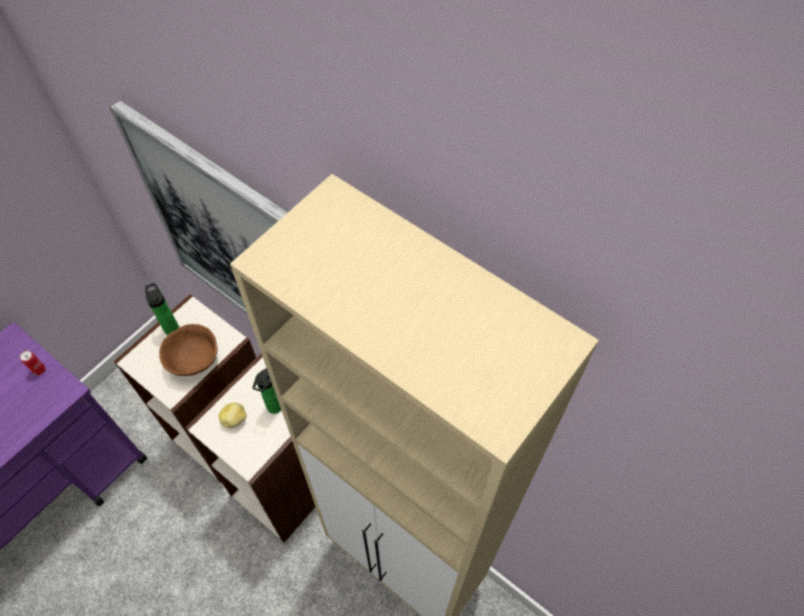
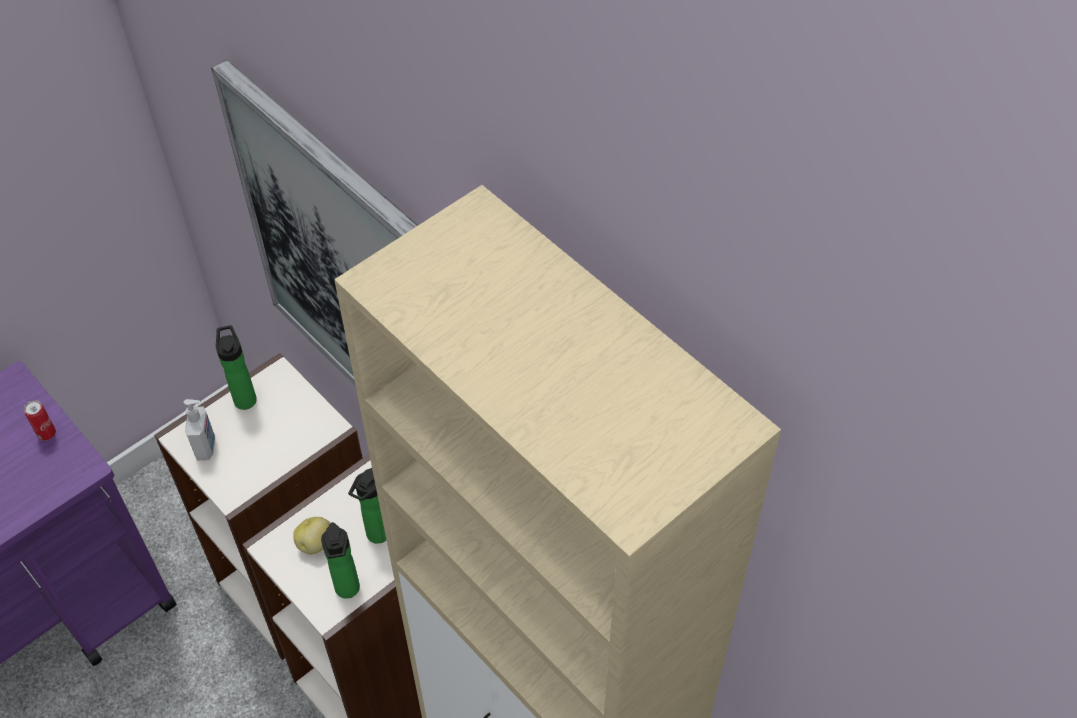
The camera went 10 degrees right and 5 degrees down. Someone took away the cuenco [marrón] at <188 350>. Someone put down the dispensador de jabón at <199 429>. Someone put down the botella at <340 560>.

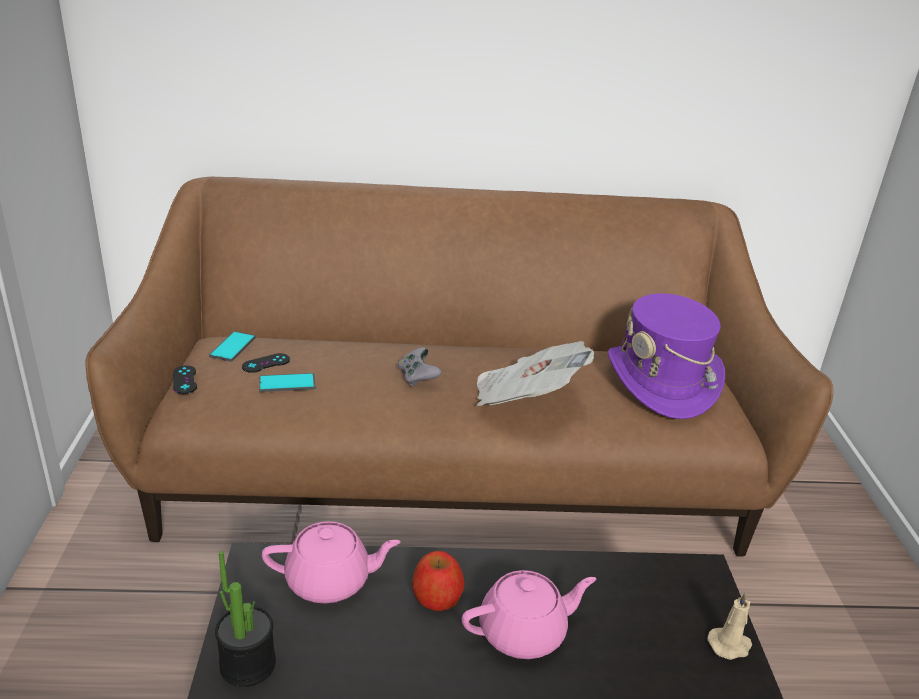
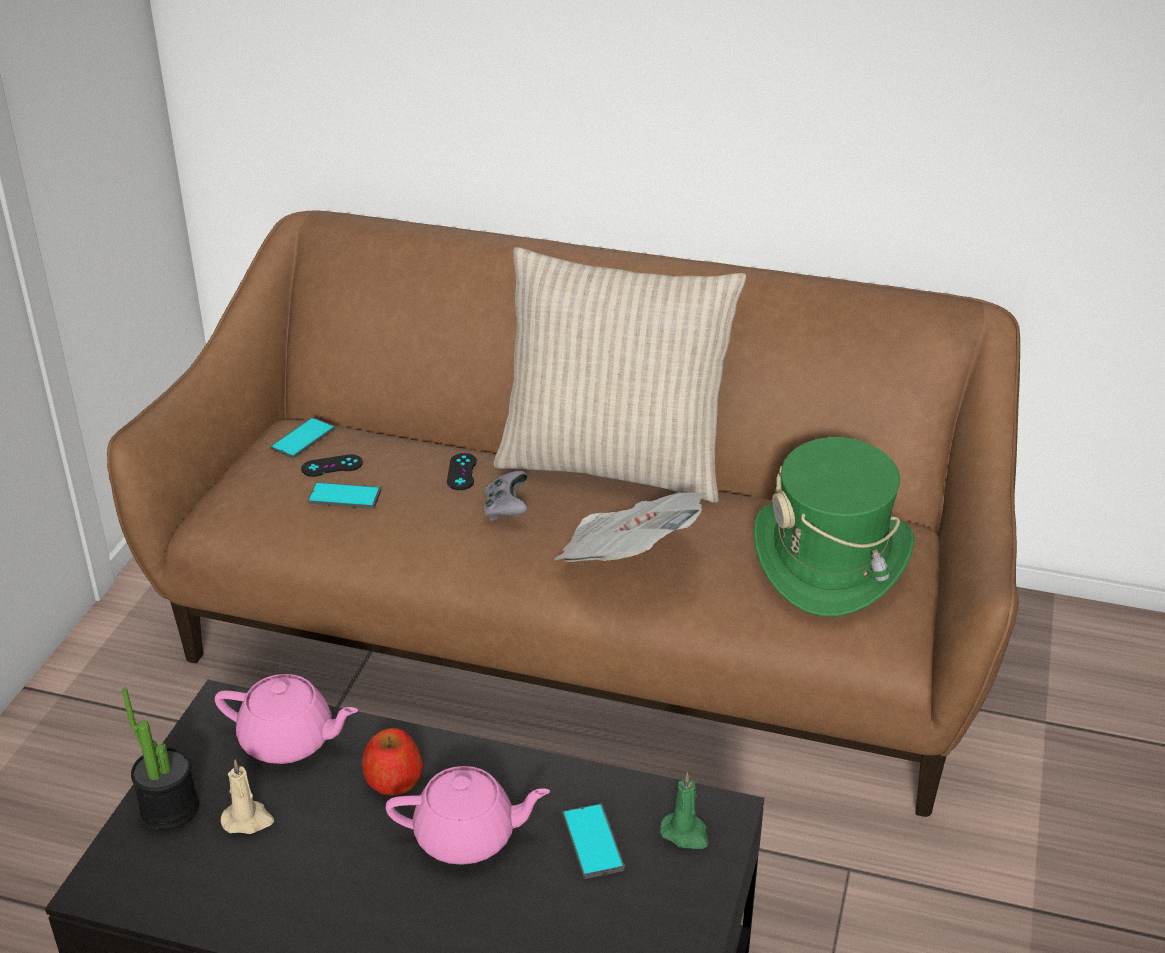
The camera went 20 degrees right and 5 degrees up. Someone carried the mando de consola [negro] from <185 379> to <462 471>. Someone repainted the sombrero [morado] at <666 356>, which became the sombrero [verde] at <833 527>. Someone carried the vela [beis] from <729 626> to <247 797>. Someone put down the cojín [beis] at <619 375>. Someone put down the móvil at <593 841>. Someone put down the vela [verde] at <684 810>.

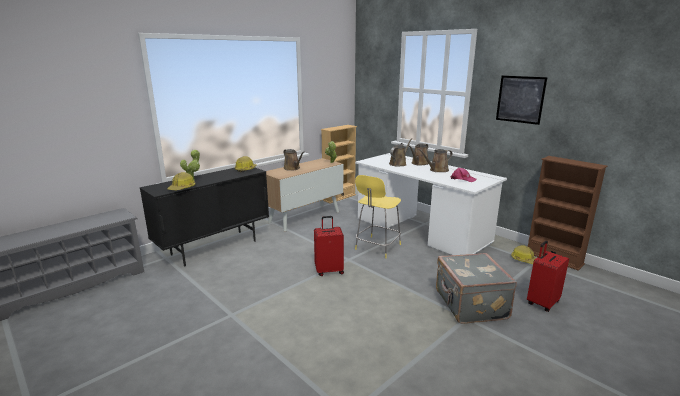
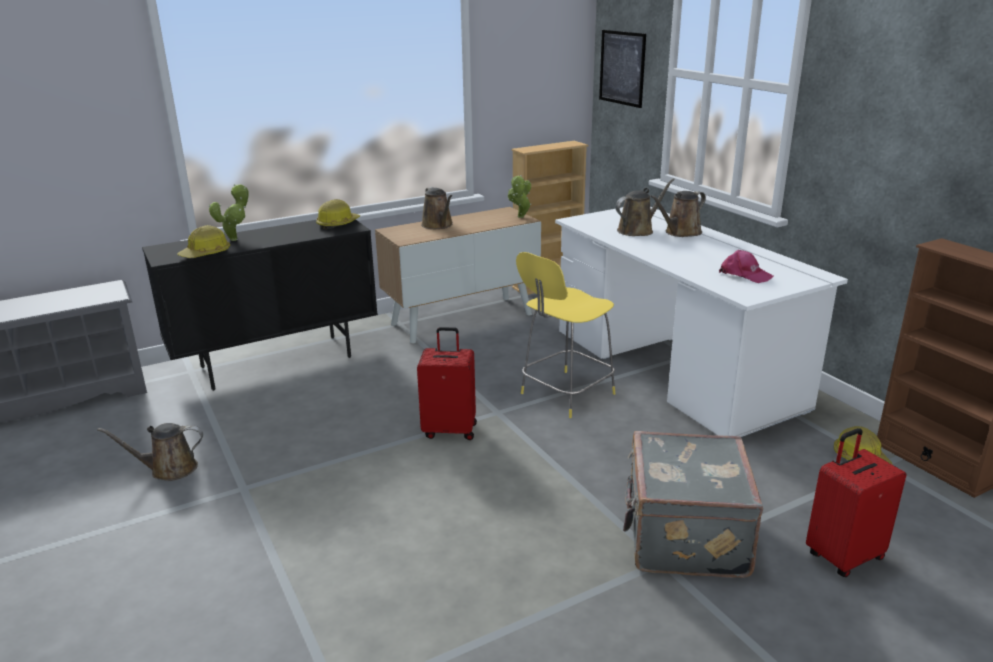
The camera went 15 degrees right and 5 degrees up. Someone carried the regadera [marrón] from <435 160> to <150 452>. Someone carried the cuadro from <521 100> to <622 69>.

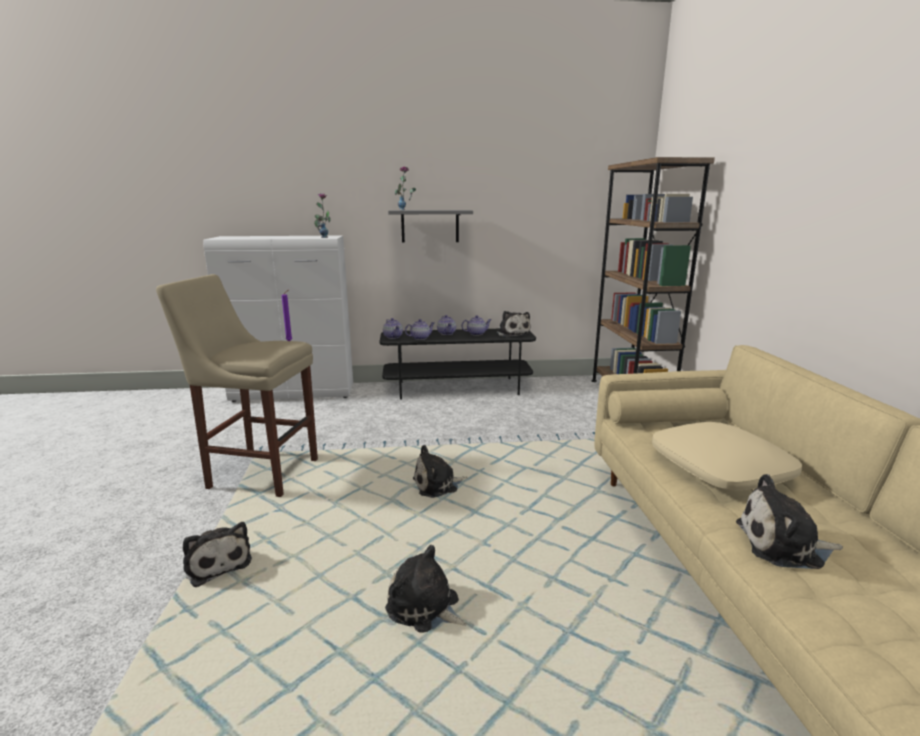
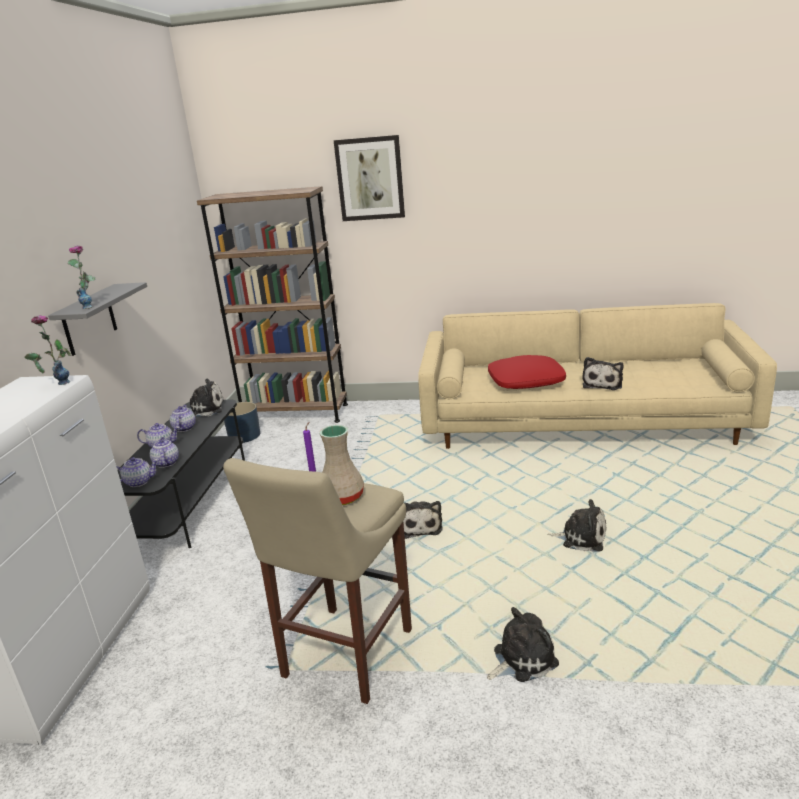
The camera went 75 degrees left and 5 degrees up. Someone rotated the peluche at <425 589> by 120 degrees counterclockwise. Someone repainted the cojín [beis] at <727 456>, which became the cojín [rojo] at <527 372>. Someone put down the maceta [azul] at <242 422>. Someone put down the florero [beis] at <341 465>. Someone put up the cuadro at <369 178>.

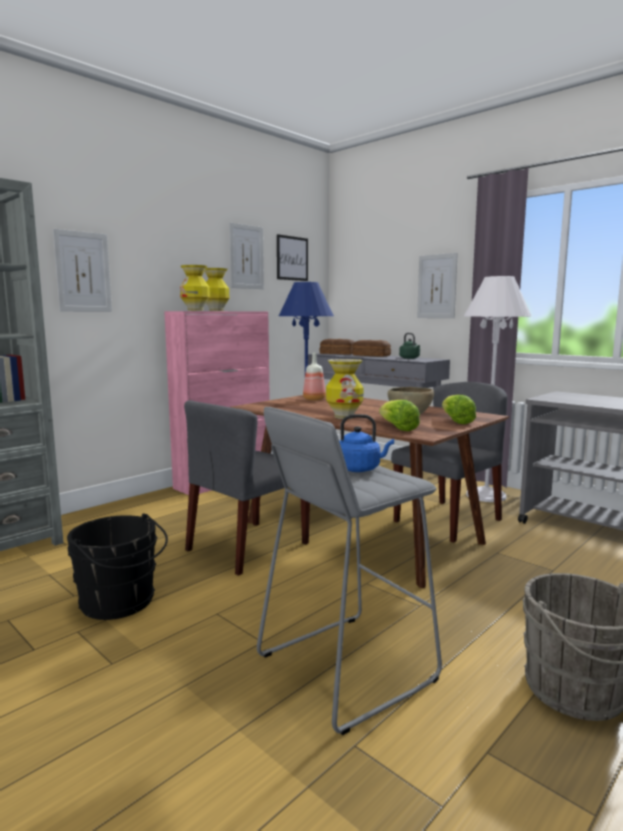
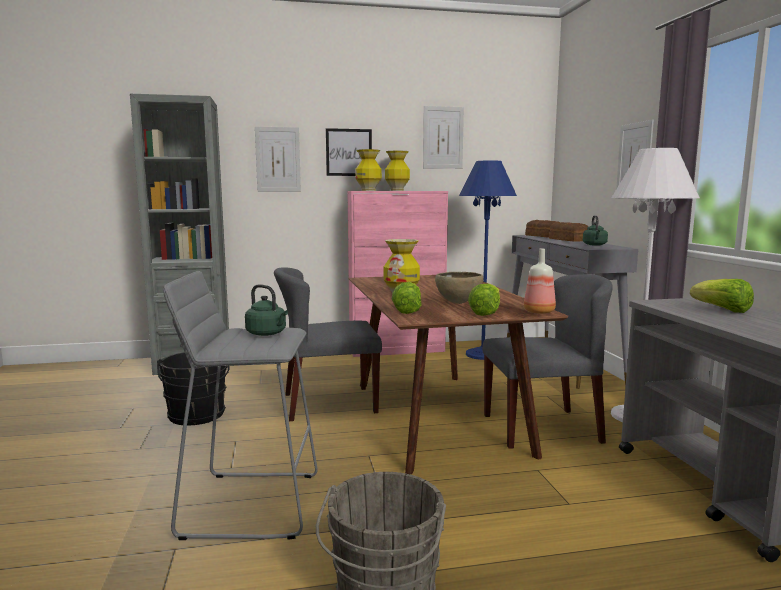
The camera went 35 degrees right and 0 degrees up. Someone carried the cuadro from <292 257> to <349 152>. Someone carried the botella from <314 377> to <540 281>. Someone repainted the hervidor [azul] at <366 443>, which became the hervidor [verde] at <266 310>. Someone put down the lechuga at <722 296>.

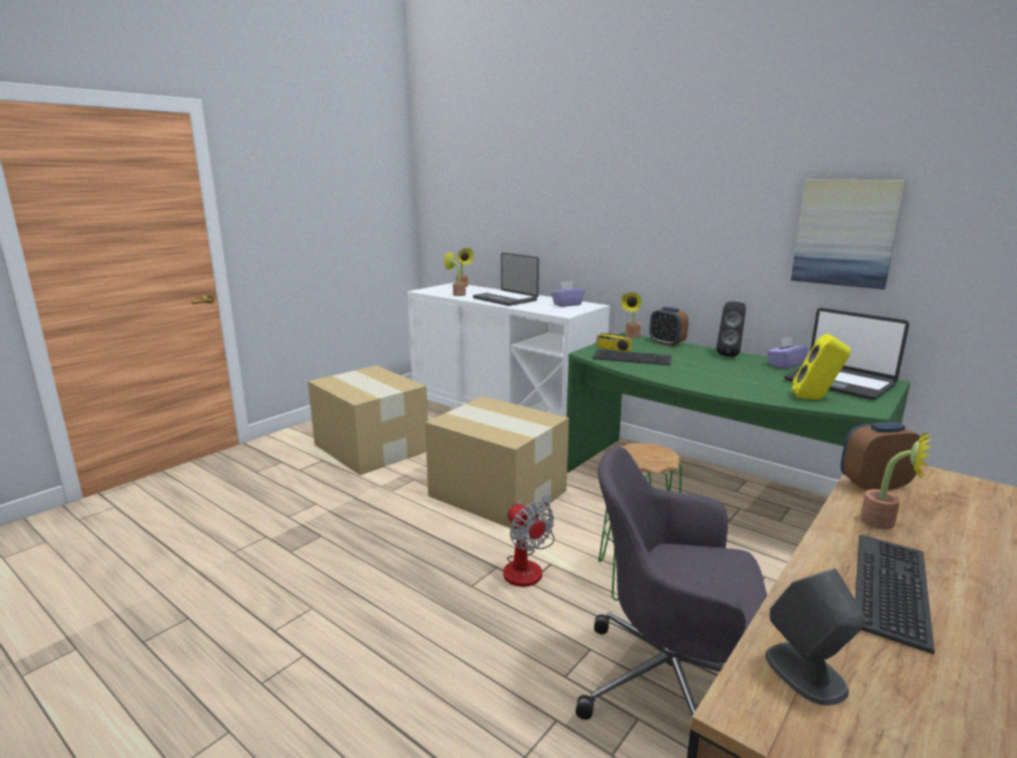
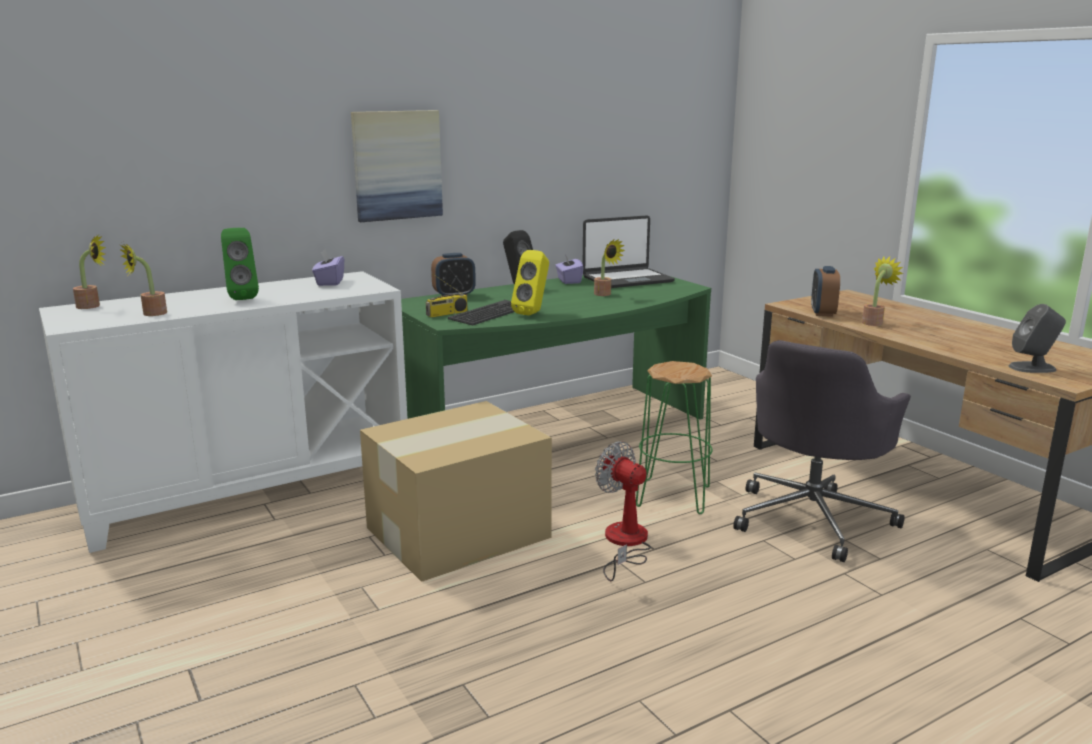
The camera went 70 degrees left and 0 degrees up. Someone took away the caja de cartón at <368 420>. Someone swapped the portátil at <506 279> for the altavoz [verde] at <240 264>. Someone rotated the ventilador at <529 541> by 120 degrees counterclockwise. Someone carried the planta en maceta from <631 314> to <609 267>. Someone carried the cuadro from <848 234> to <397 166>. Someone carried the altavoz [amarillo] from <821 367> to <530 282>. Someone took away the teclado at <895 594>.

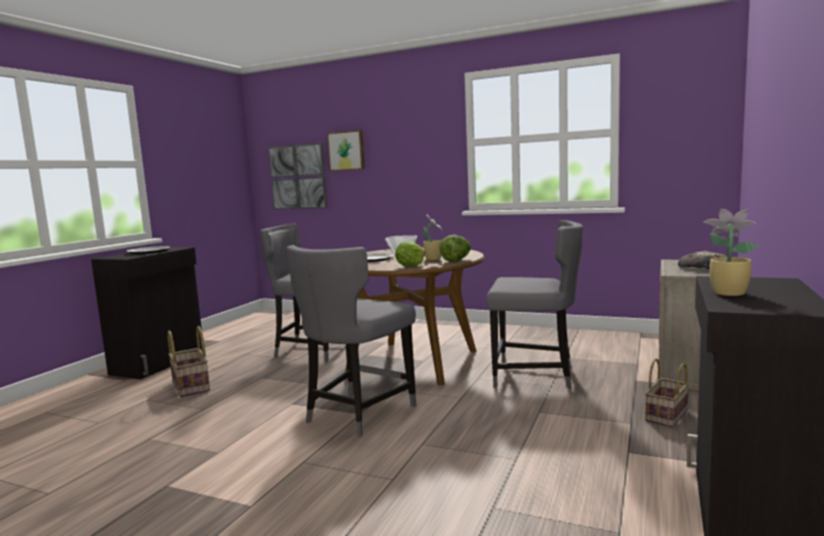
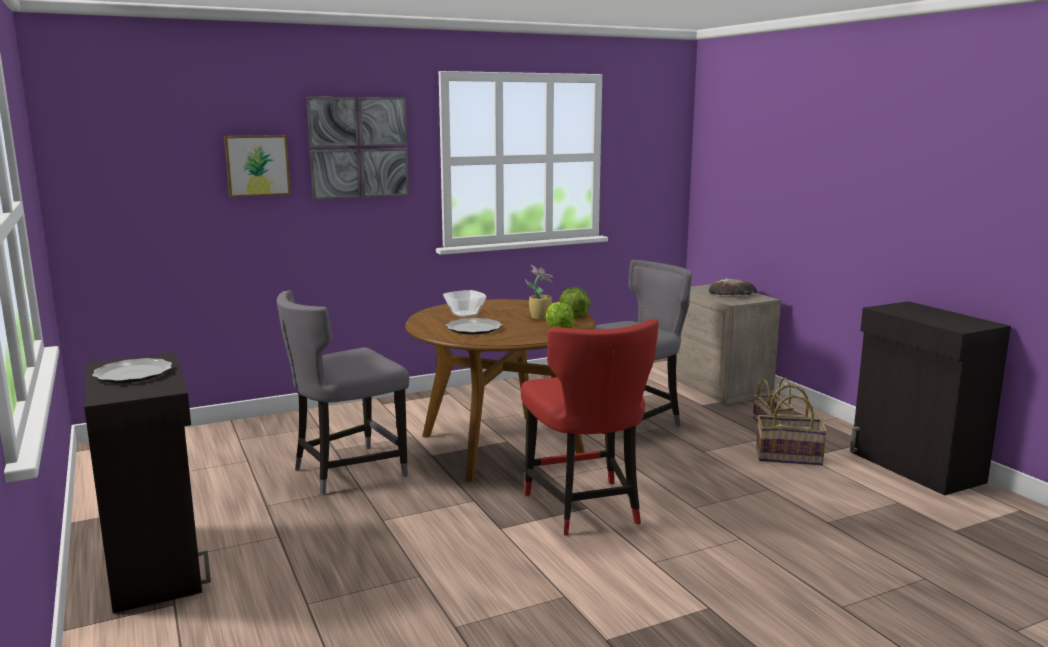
The camera went 50 degrees left and 5 degrees up. Someone carried the cesta from <188 361> to <791 424>. Someone carried the cuadro from <297 176> to <357 148>. Someone repainted the silla [gris] at <351 340>, which became the silla [rojo] at <590 427>. Someone took away the planta en maceta at <730 252>.

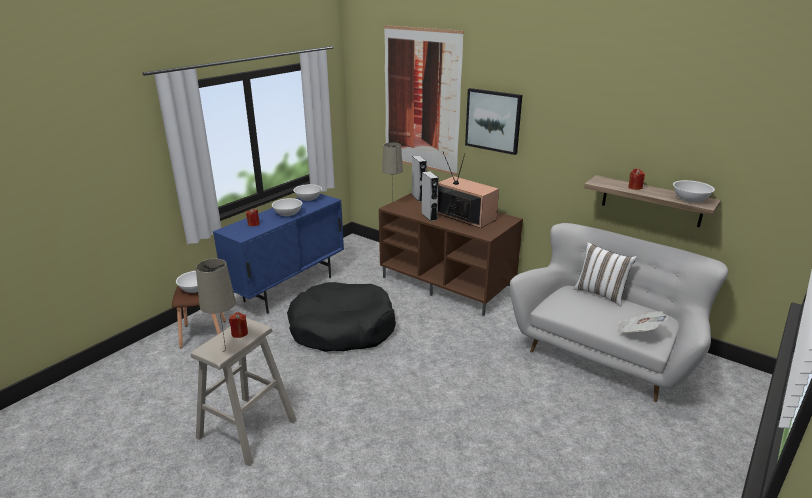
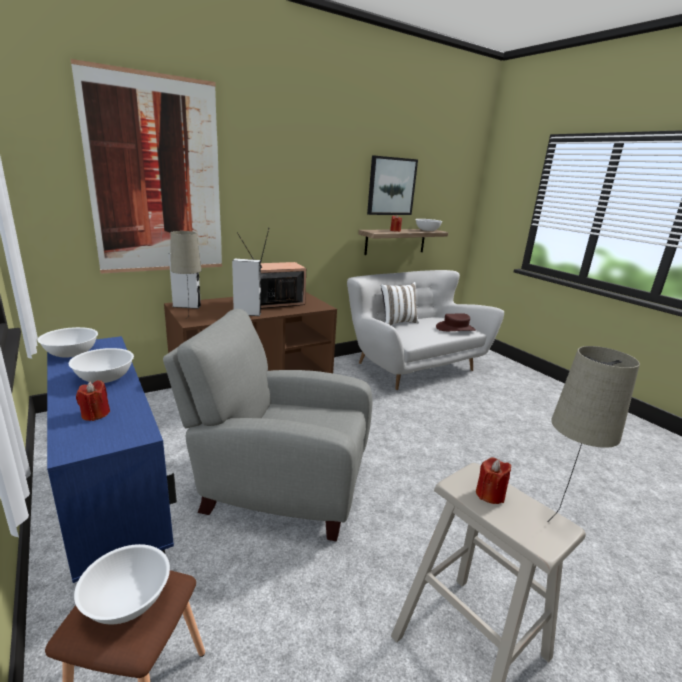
The camera went 70 degrees left and 5 degrees down. Someone swapped the cama para perro [negro] at <341 317> for the sillón [gris] at <267 425>. Someone carried the cuadro from <493 121> to <392 185>. Someone swapped the periódico at <642 322> for the sombrero [marrón] at <456 322>.

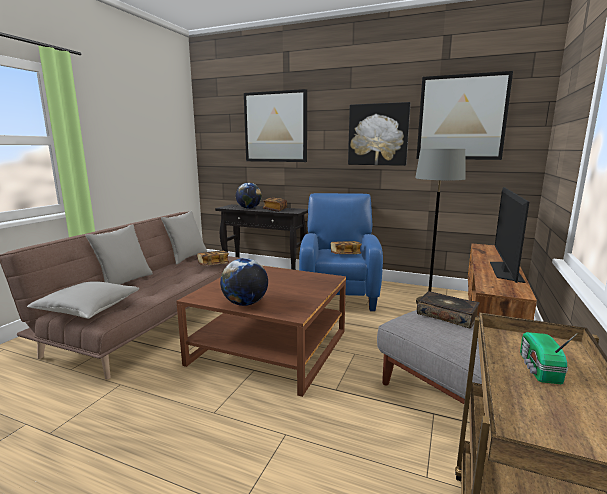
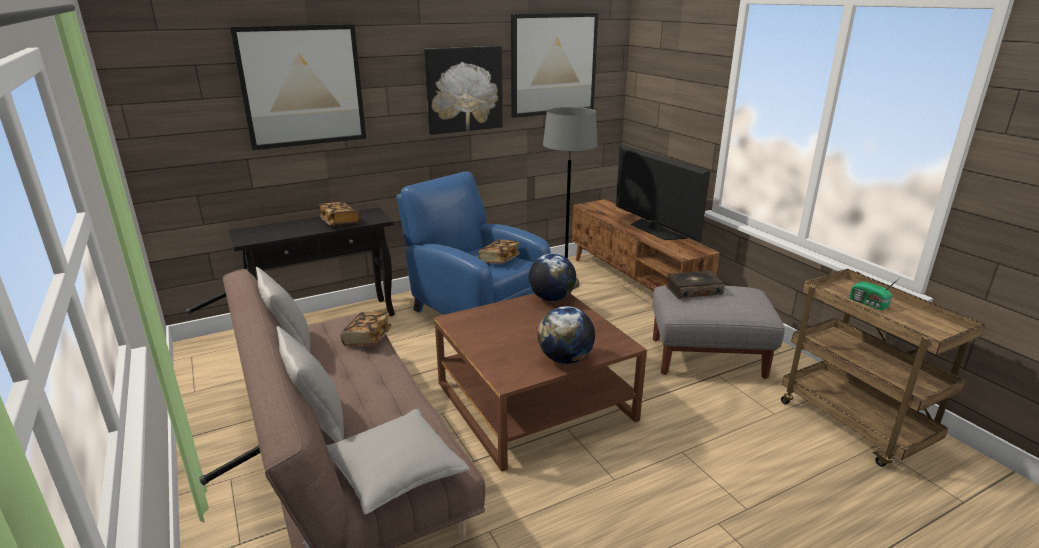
The camera went 50 degrees left and 10 degrees up. Someone carried the globo terráqueo from <249 196> to <552 277>.

